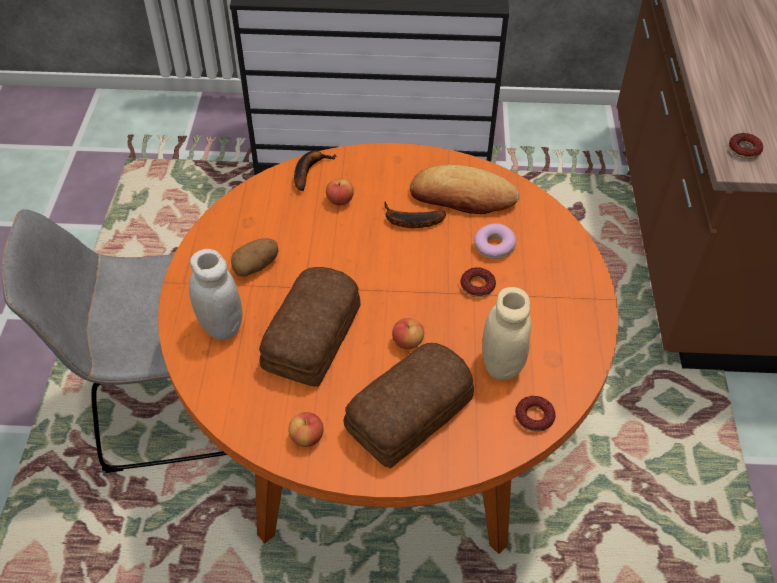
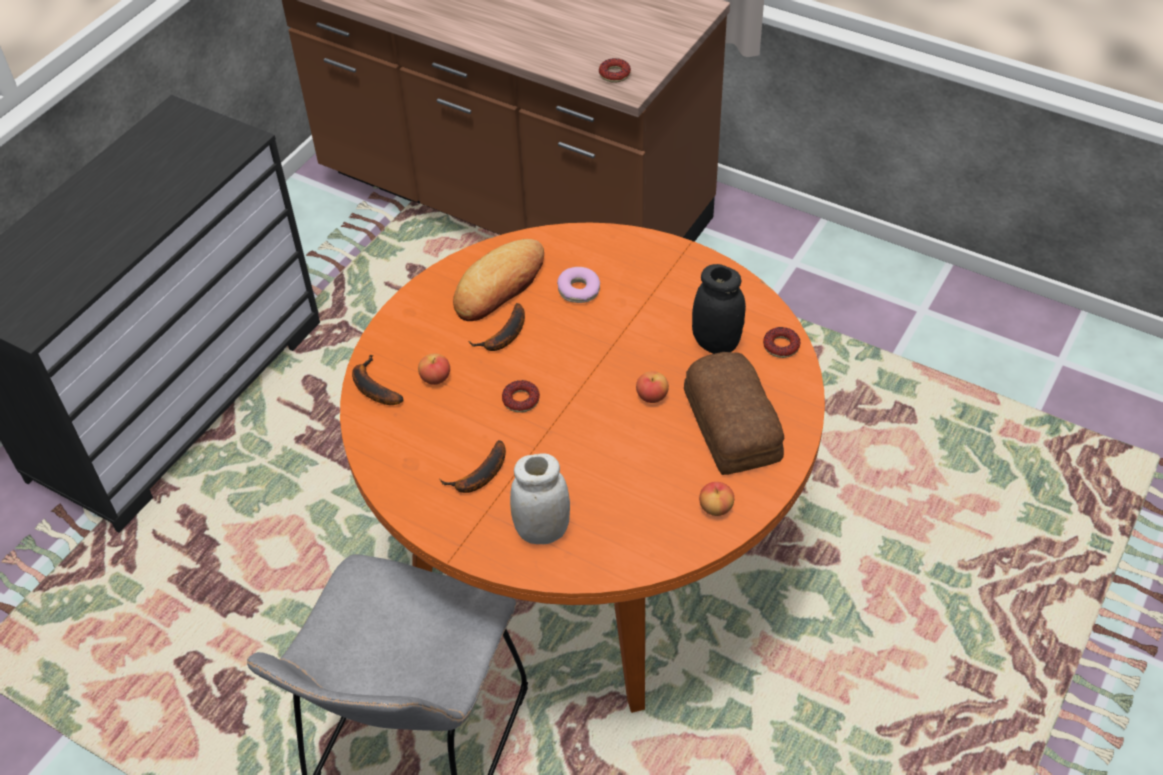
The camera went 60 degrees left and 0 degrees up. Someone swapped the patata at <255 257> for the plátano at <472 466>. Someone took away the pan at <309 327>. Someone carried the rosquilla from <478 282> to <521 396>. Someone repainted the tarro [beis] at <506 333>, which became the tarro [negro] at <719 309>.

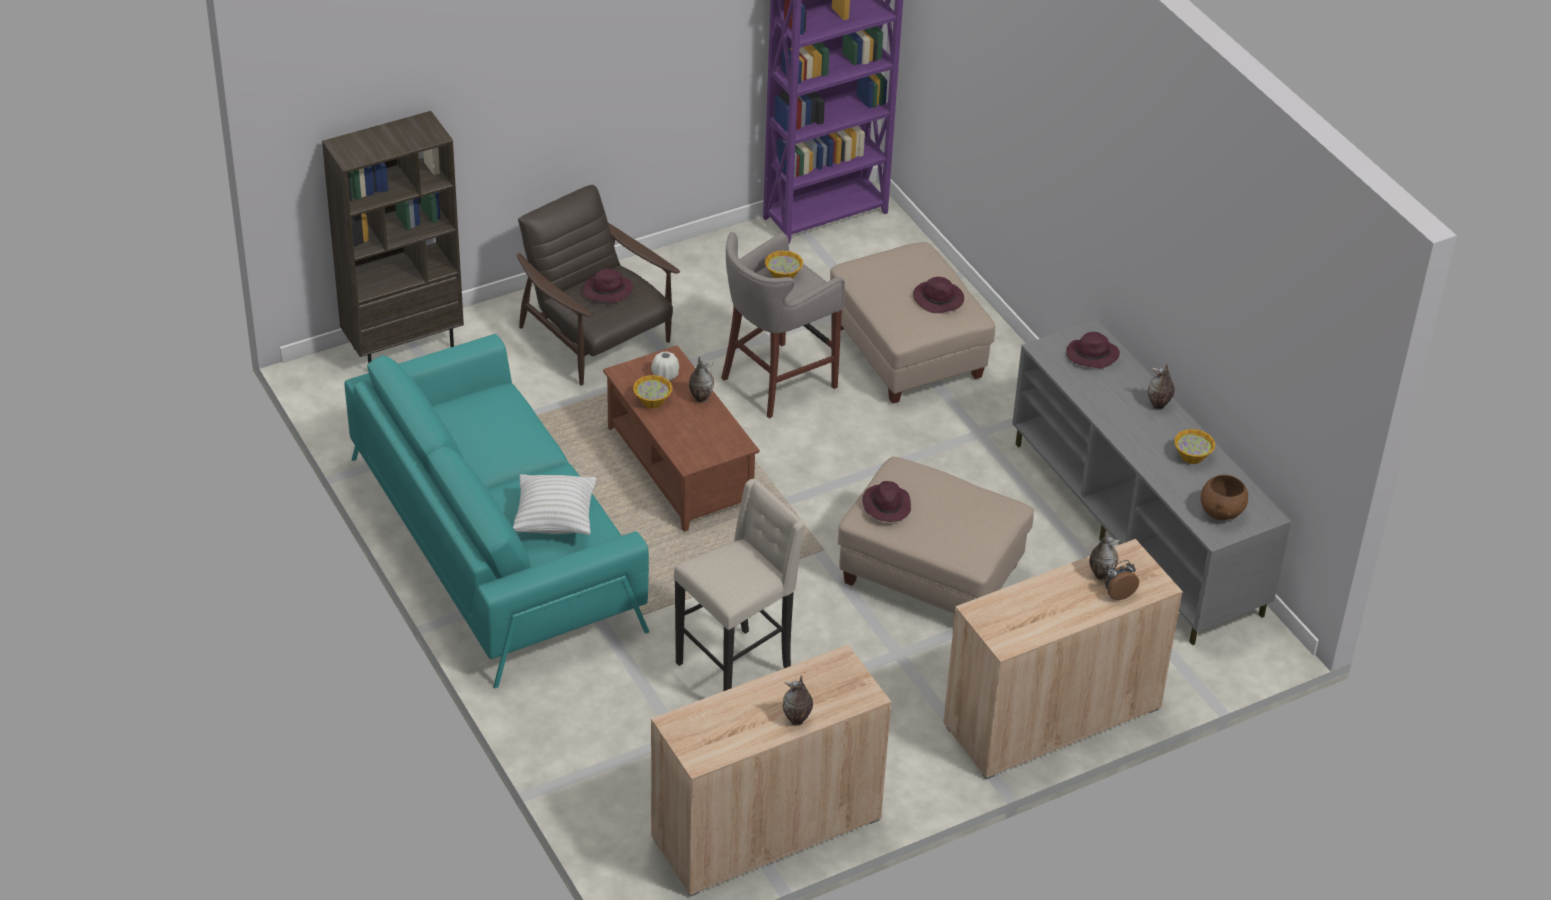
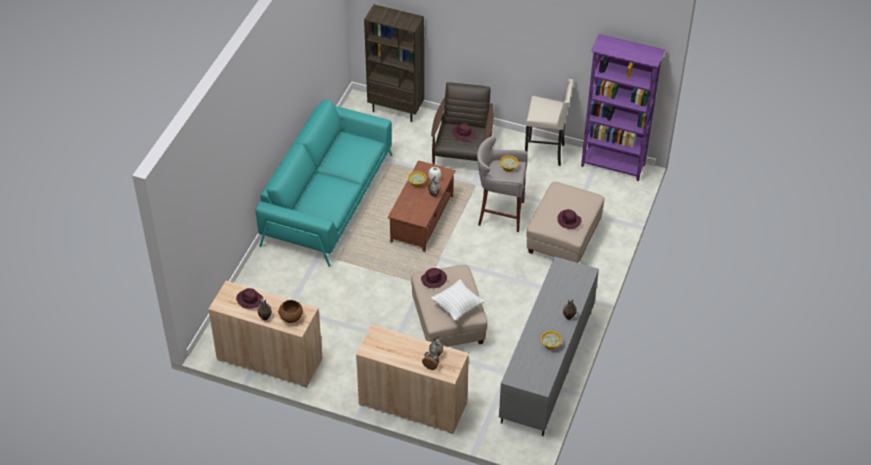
The camera went 50 degrees right and 5 degrees up. Someone carried the cojín [blanco] from <554 504> to <457 300>. Someone carried the taburete [beis] from <739 585> to <549 122>. Someone carried the sombrero [morado] from <1093 350> to <249 298>. Someone carried the cuenco [marrón] from <1224 497> to <290 311>.

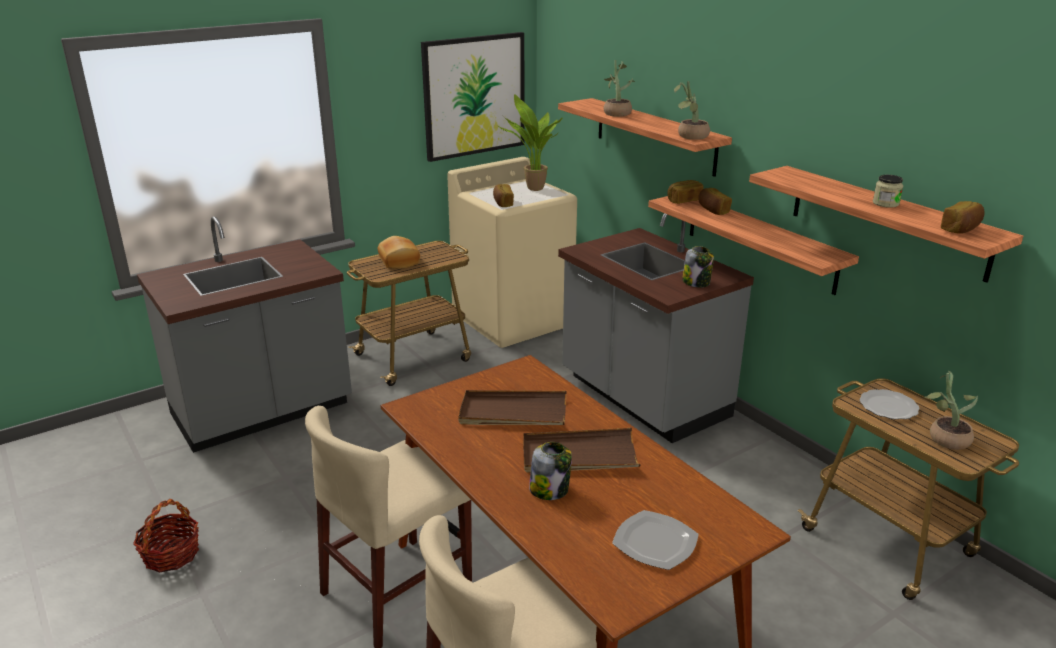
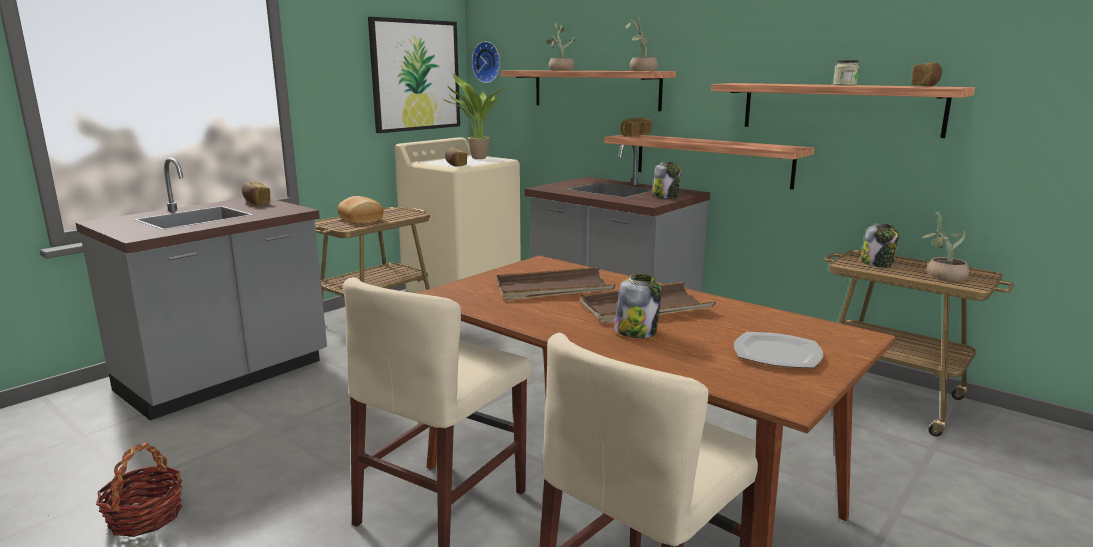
The camera went 15 degrees left and 10 degrees down. Someone carried the pan from <715 201> to <256 193>. Someone swapped the plato at <889 404> for the tarro at <880 245>. Someone put up the reloj de pared at <486 62>.

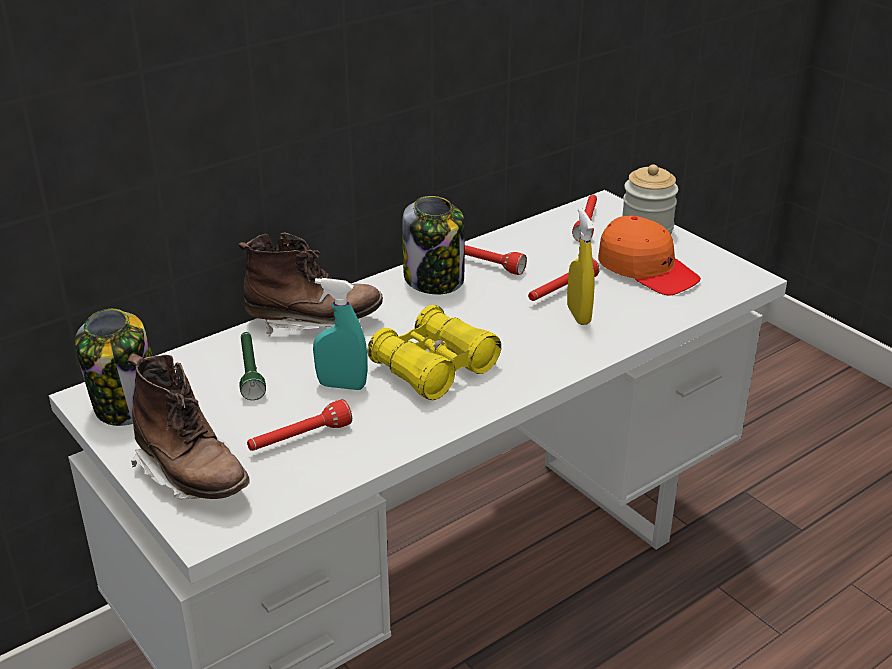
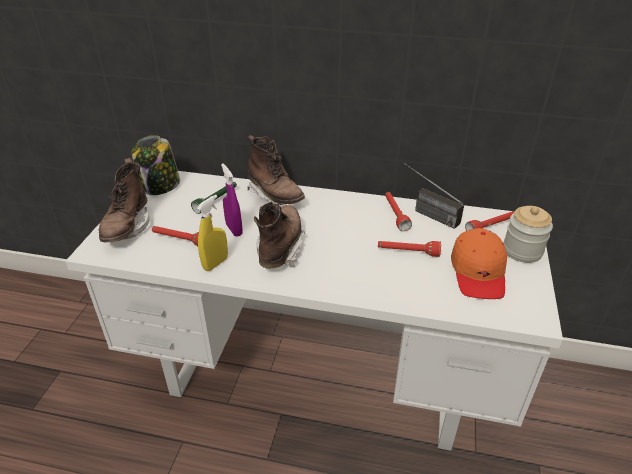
The camera went 50 degrees right and 5 degrees up. Someone repainted the pulverizador [turquesa] at <340 334>, which became the pulverizador [morado] at <232 199>. Someone swapped the prismáticos [amarillo] at <434 352> for the bota [marrón] at <279 235>. Someone took away the tarro at <433 245>. Someone carried the pulverizador [amarillo] from <580 266> to <212 233>. Someone put down the radio at <434 196>.

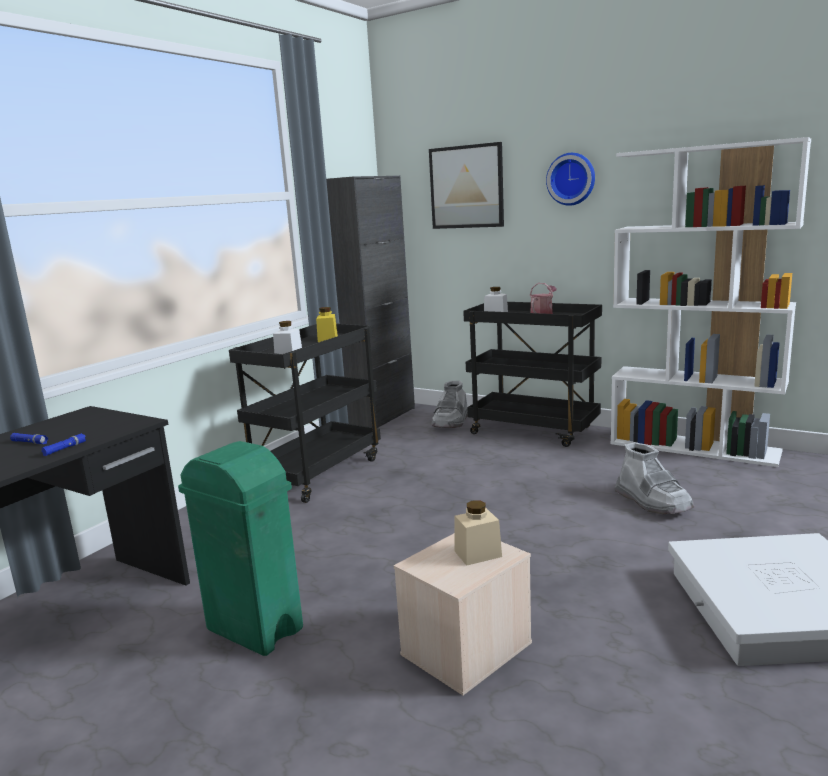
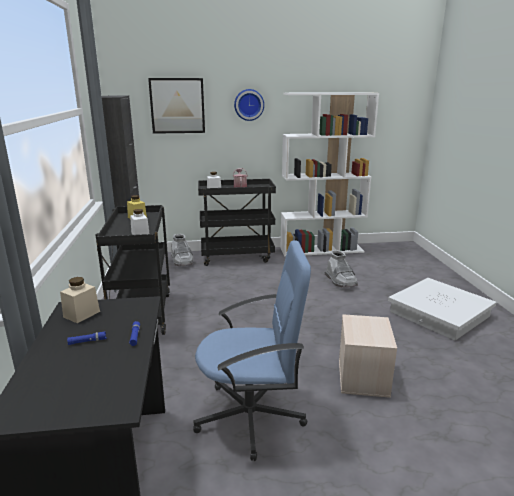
The camera went 40 degrees left and 5 degrees up. Someone swapped the papelera [verde] at <240 548> for the silla de oficina [azul] at <252 350>. Someone carried the tarro [beis] from <478 533> to <80 300>. Someone rotated the bota [gris] at <655 478> by 45 degrees clockwise.

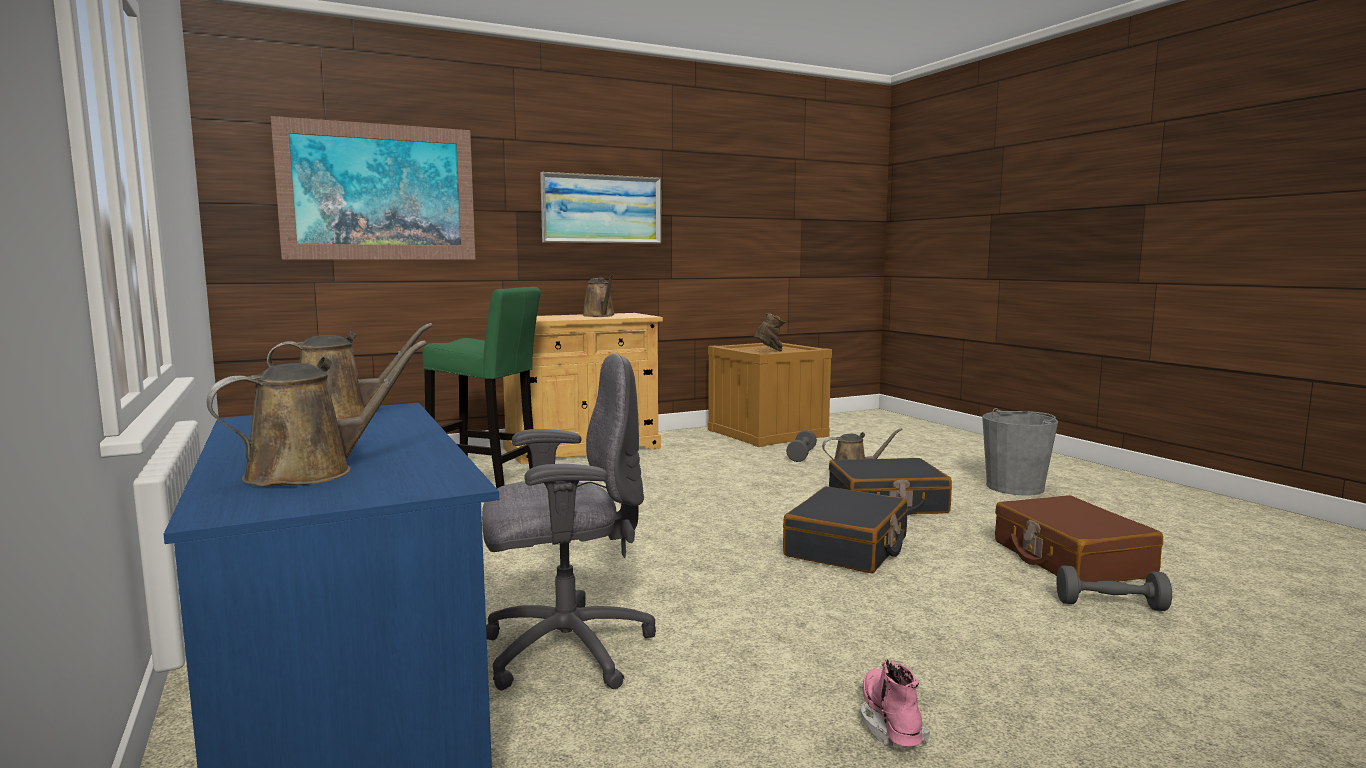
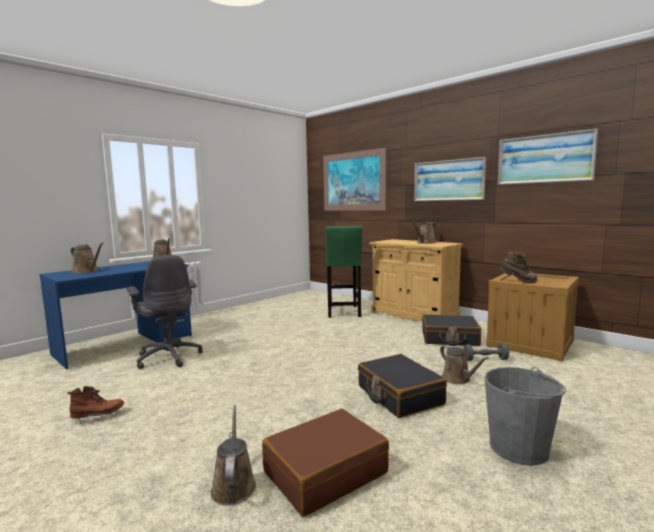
The camera went 70 degrees right and 0 degrees up. Someone carried the maleta [negro] from <845 529> to <451 330>. Someone repainted the bota [rosa] at <895 703>, which became the bota [marrón] at <95 405>. Someone swapped the mancuerna [gris] at <1114 588> for the regadera [marrón] at <233 455>. Someone put up the cuadro at <548 157>.

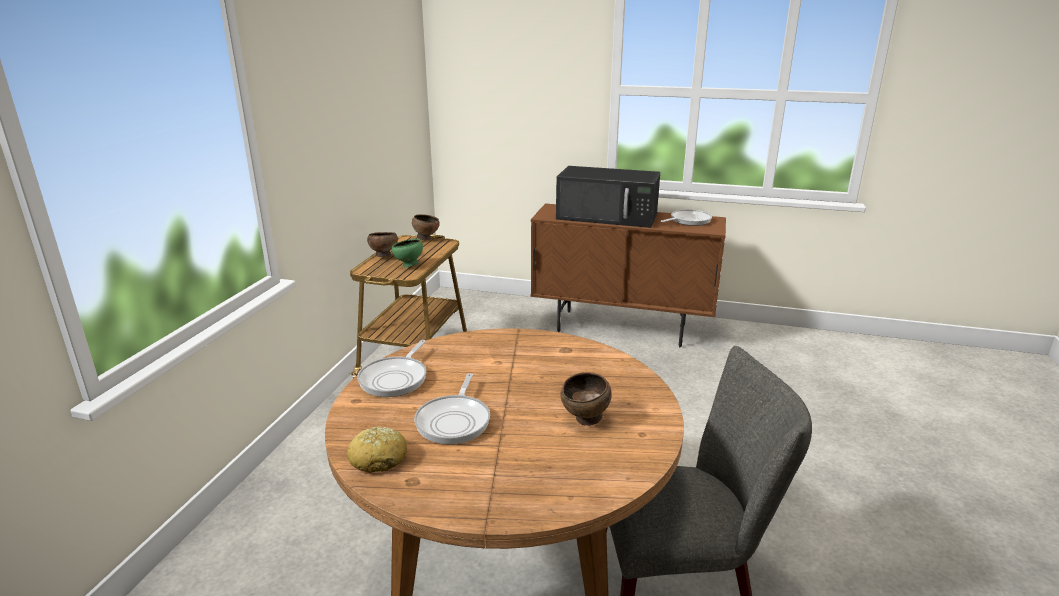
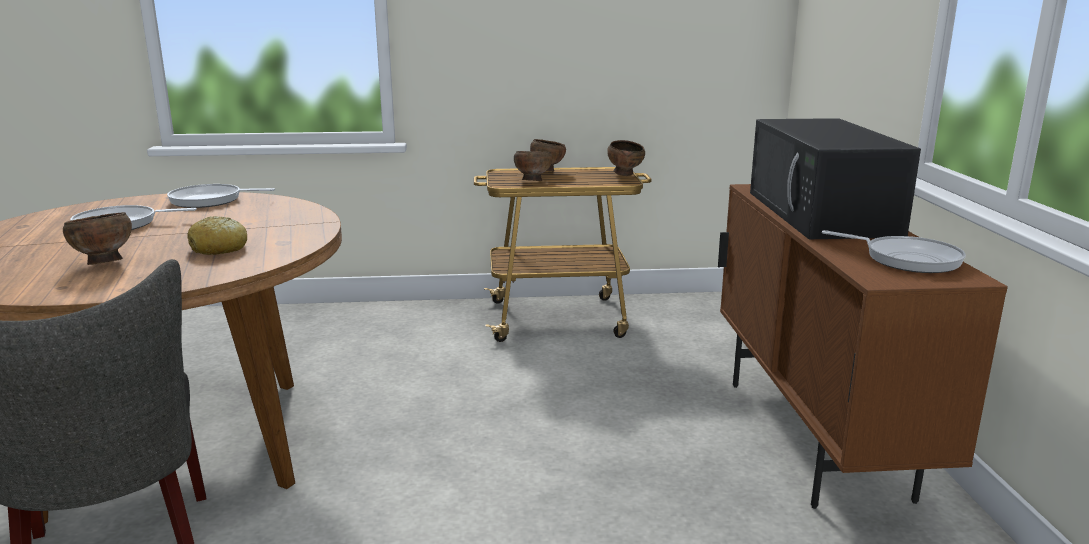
The camera went 70 degrees right and 5 degrees down. Someone carried the pan from <377 449> to <217 235>. Someone repainted the cuenco [verde] at <407 253>, which became the cuenco [marrón] at <533 166>.

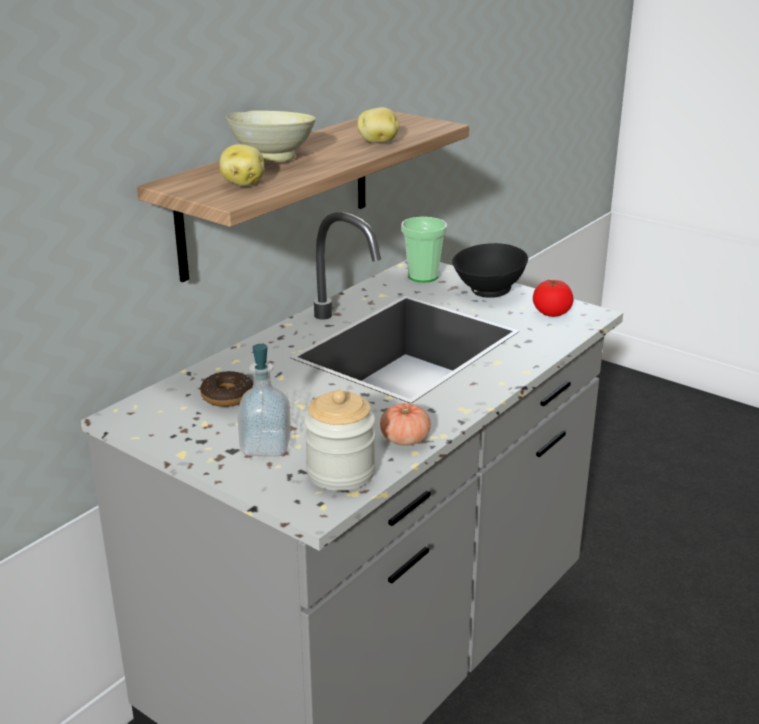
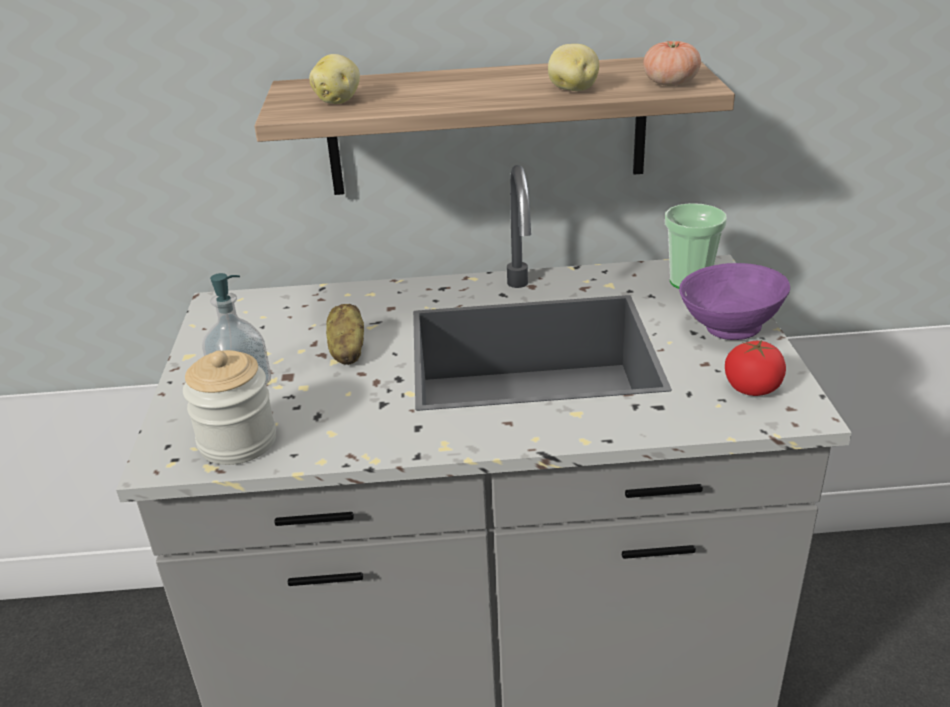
The camera went 50 degrees right and 5 degrees up. Someone took away the rosquilla at <226 389>. Someone took away the cuenco [beis] at <271 136>. Someone carried the tomate from <405 424> to <672 63>. Someone repainted the cuenco [negro] at <490 270>, which became the cuenco [morado] at <734 301>. Someone put down the patata at <345 334>.

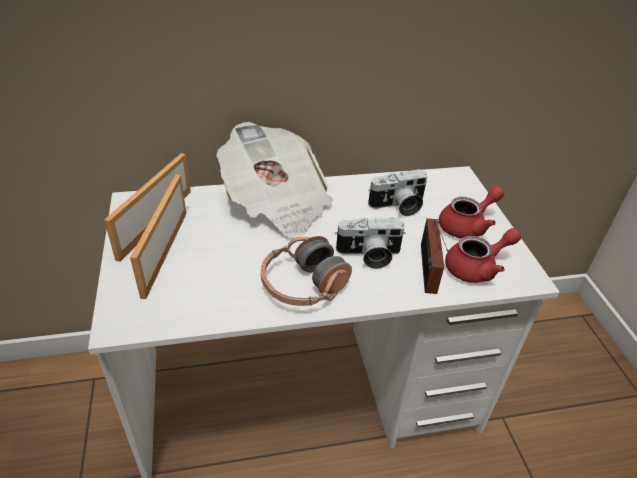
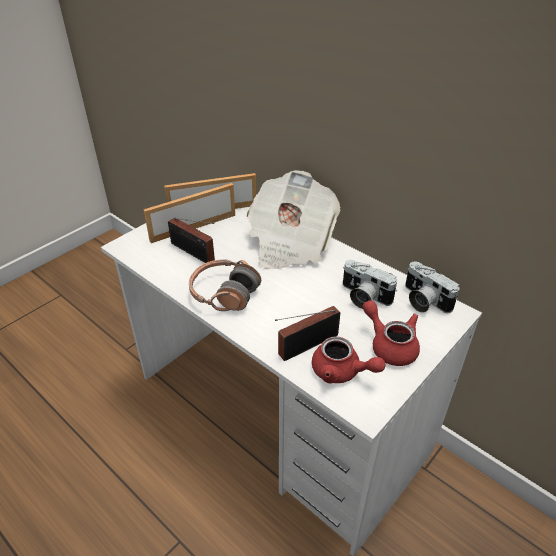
The camera went 55 degrees right and 0 degrees up. Someone carried the cámara from <370 243> to <432 287>. Someone rotated the tetera [rojo] at <471 212> by 150 degrees counterclockwise. Someone put down the radio at <191 240>.

